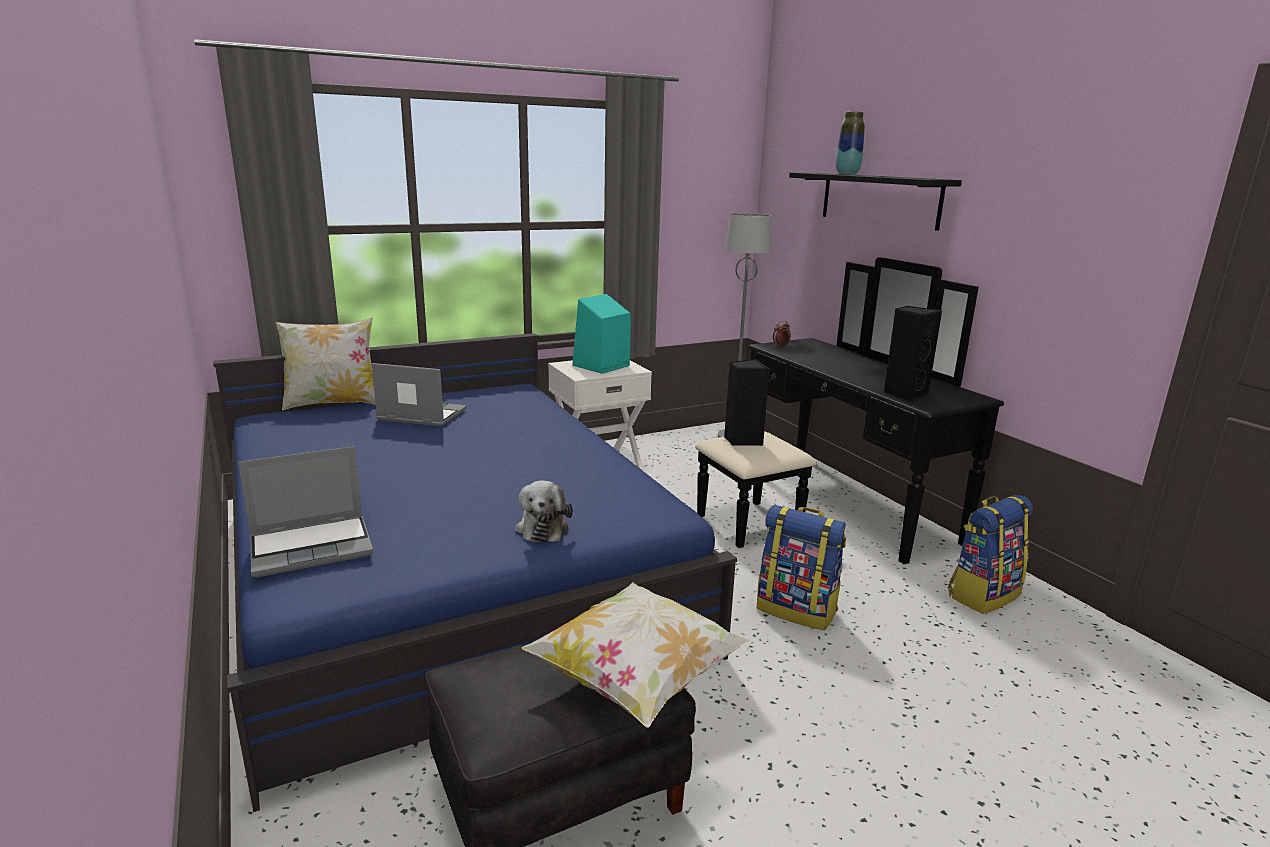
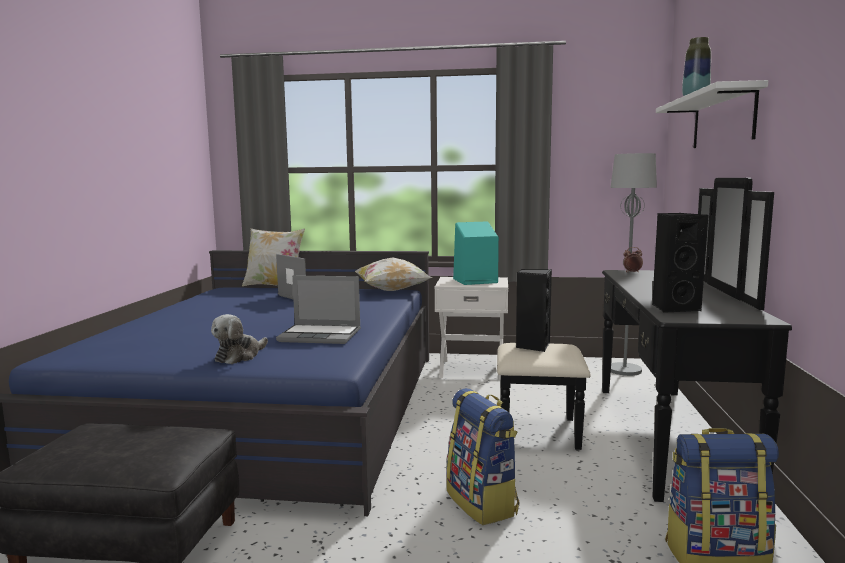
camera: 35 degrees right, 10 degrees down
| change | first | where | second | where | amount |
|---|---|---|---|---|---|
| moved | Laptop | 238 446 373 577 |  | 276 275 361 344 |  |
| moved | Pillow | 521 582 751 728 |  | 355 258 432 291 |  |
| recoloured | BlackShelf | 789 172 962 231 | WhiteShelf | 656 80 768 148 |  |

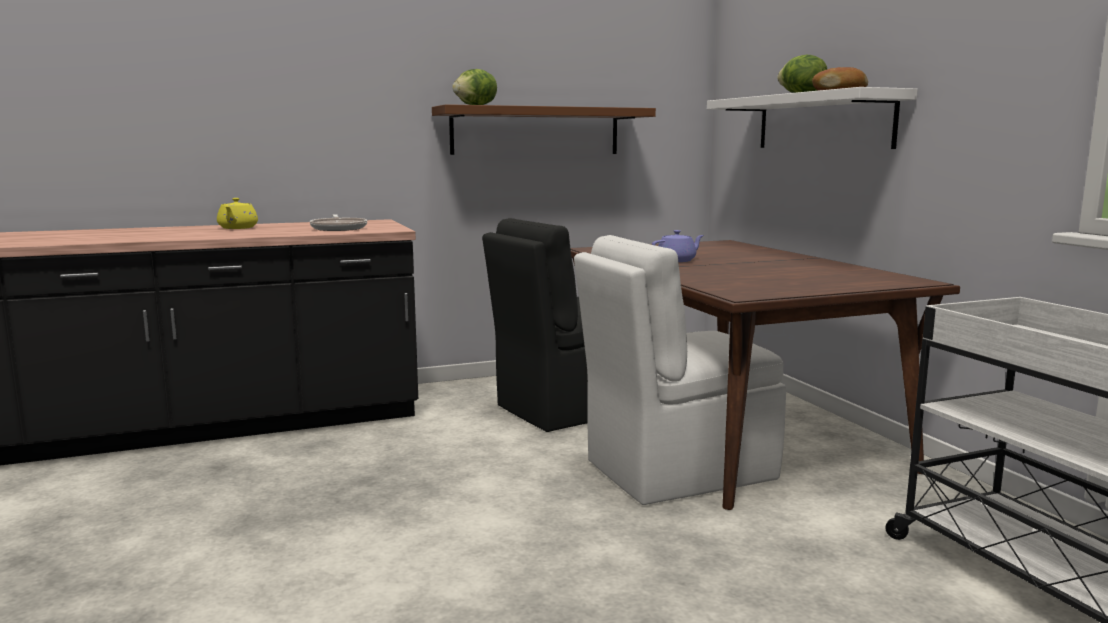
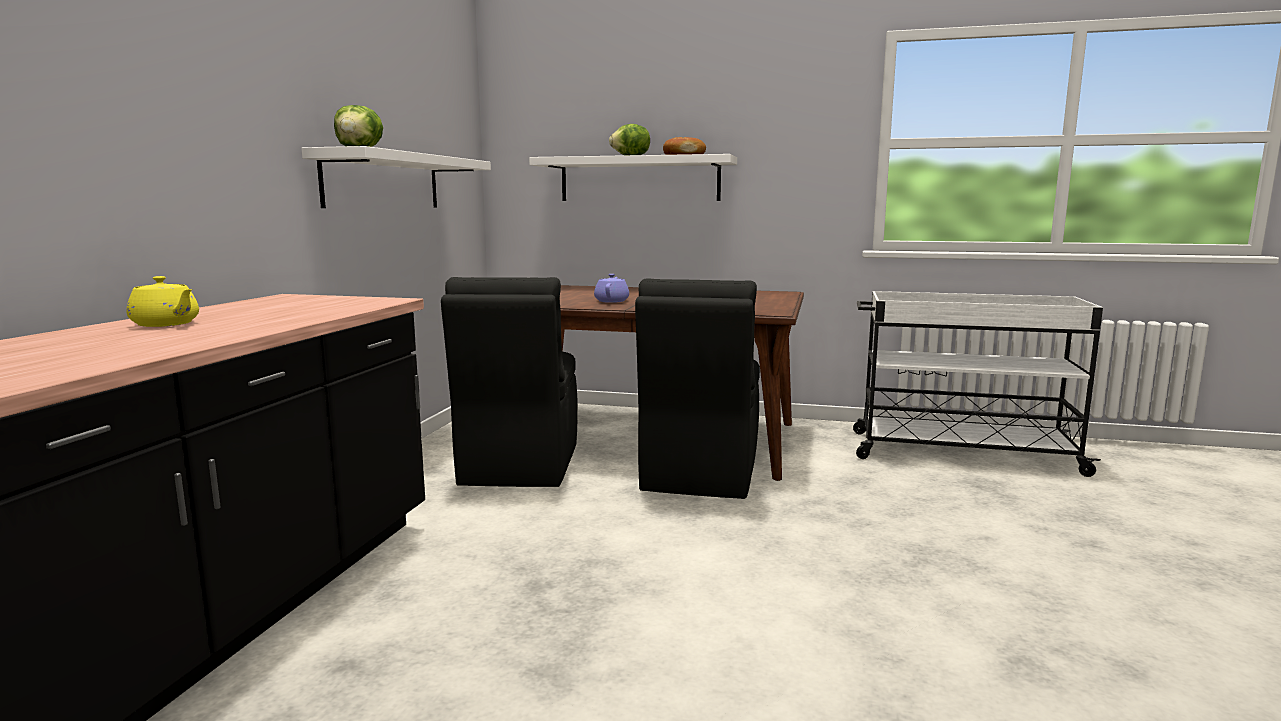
camera: 55 degrees left, 0 degrees up
| change | first | where | second | where | amount |
|---|---|---|---|---|---|
| removed | FryingPan | 310 214 367 231 |  |  |  |
| recoloured | BrownShelf | 432 104 656 155 | WhiteShelf | 301 146 491 208 |  |
| recoloured | WhiteChair | 574 235 786 505 | BlackChair | 635 278 760 499 |  |

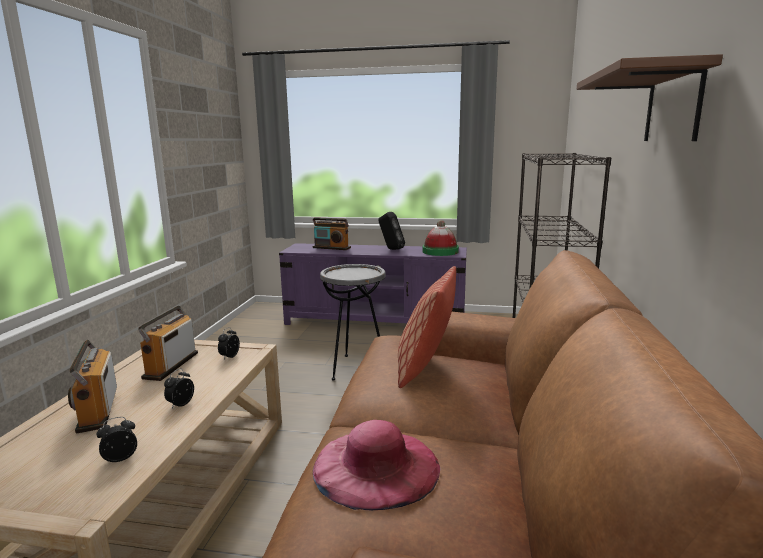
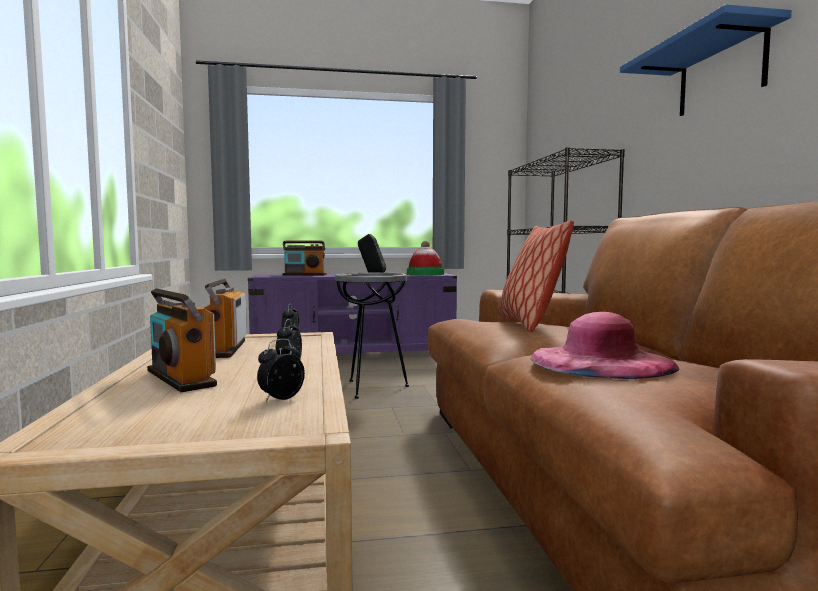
camera: 20 degrees left, 10 degrees down
| change | first | where | second | where | amount |
|---|---|---|---|---|---|
| recoloured | BrownShelf | 577 54 723 141 | BlueShelf | 620 4 792 116 |  |

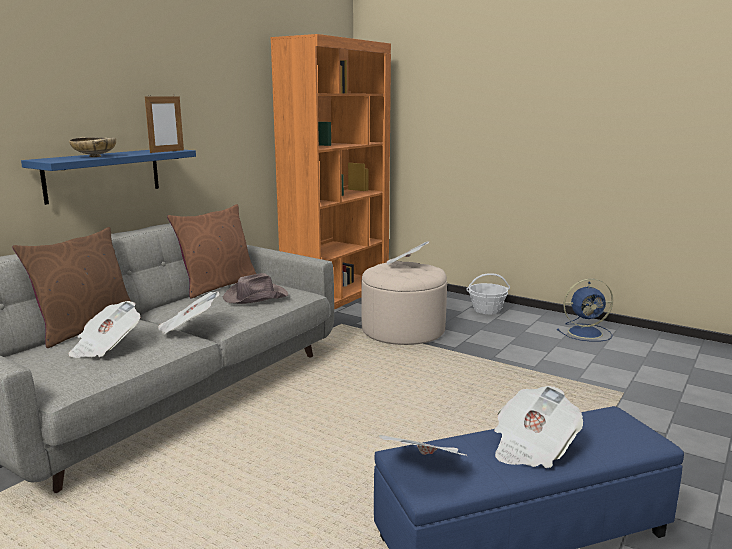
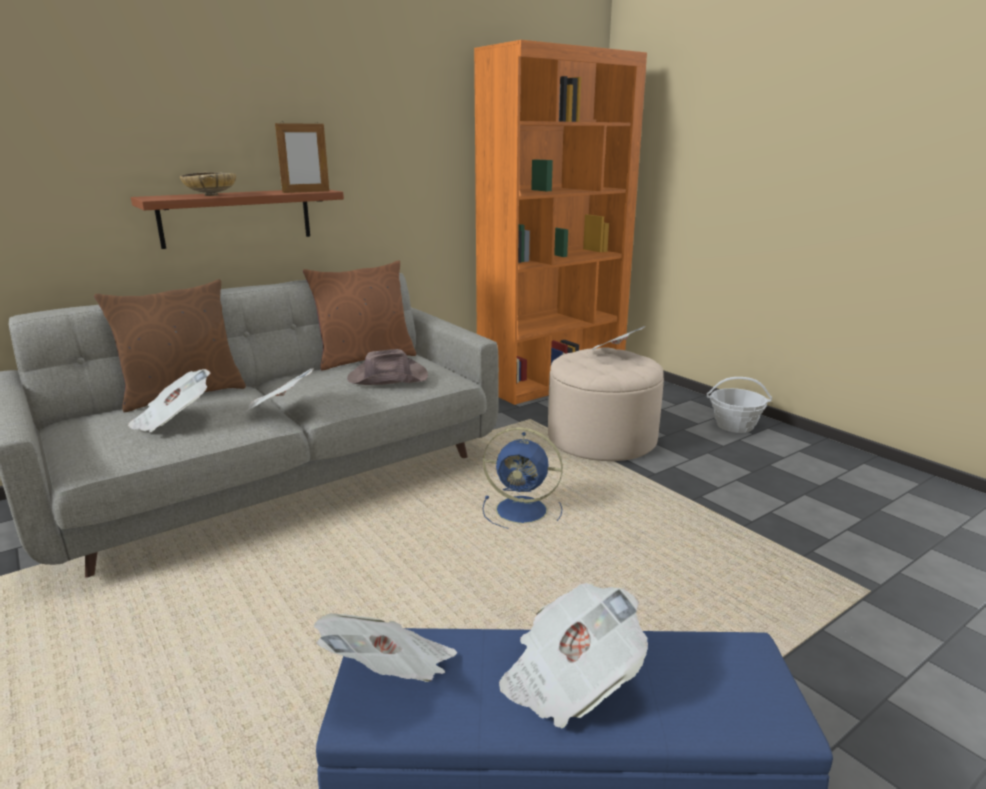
camera: 20 degrees right, 5 degrees up
| change | first | where | second | where | amount |
|---|---|---|---|---|---|
| moved | BlueFan | 557 278 613 342 |  | 482 427 563 529 |  |
| recoloured | BlueShelf | 21 150 196 205 | BrownShelf | 131 190 344 249 |  |

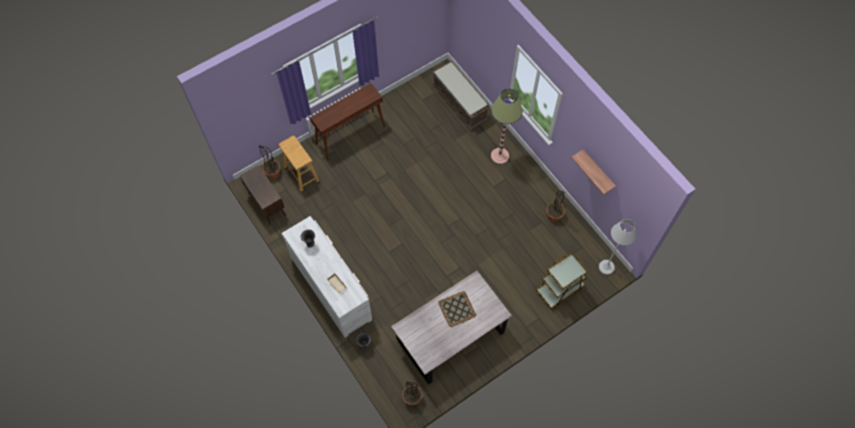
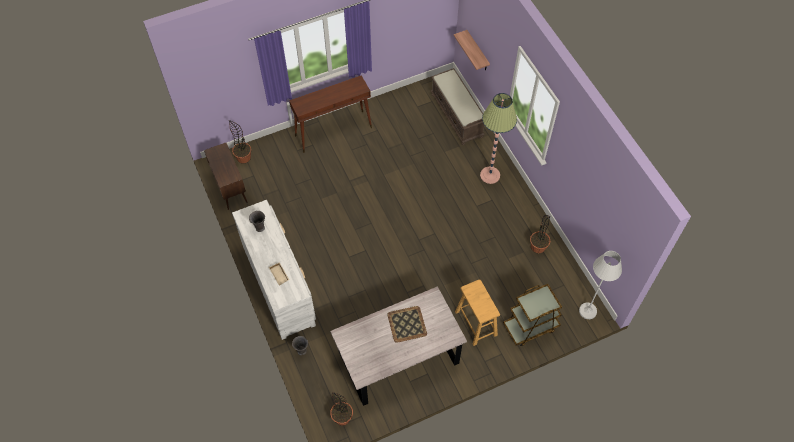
camera: 10 degrees right, 5 degrees down
| change | first | where | second | where | amount |
|---|---|---|---|---|---|
| moved | BeigeStool | 278 136 320 192 |  | 455 280 500 346 |  |
| moved | Shelf | 571 149 616 195 |  | 454 30 490 70 |  |

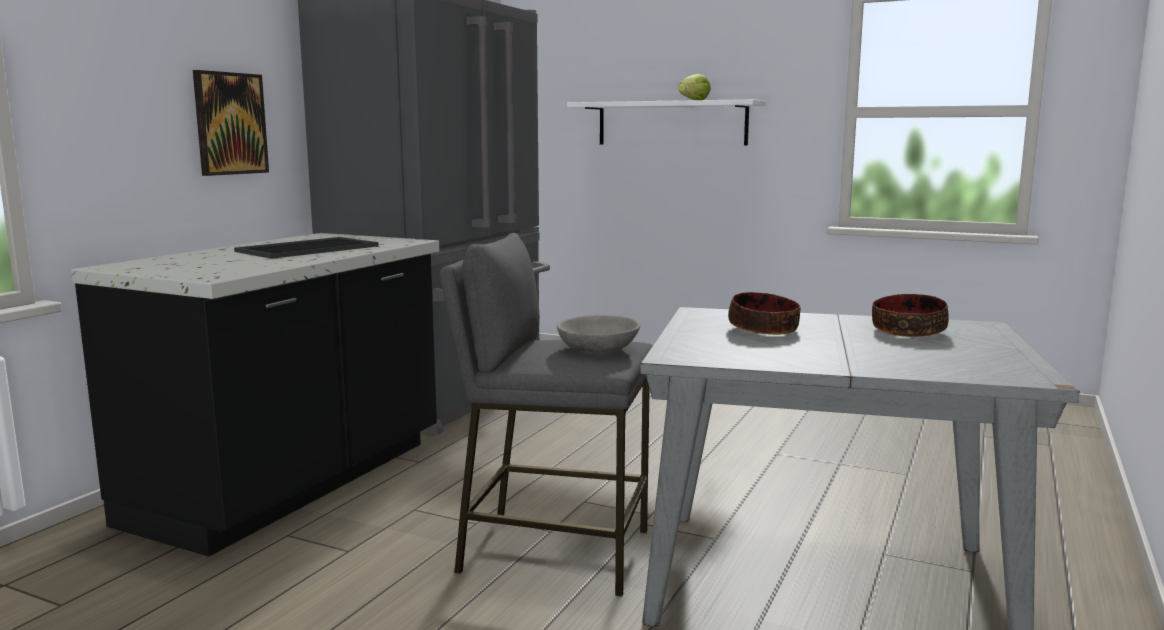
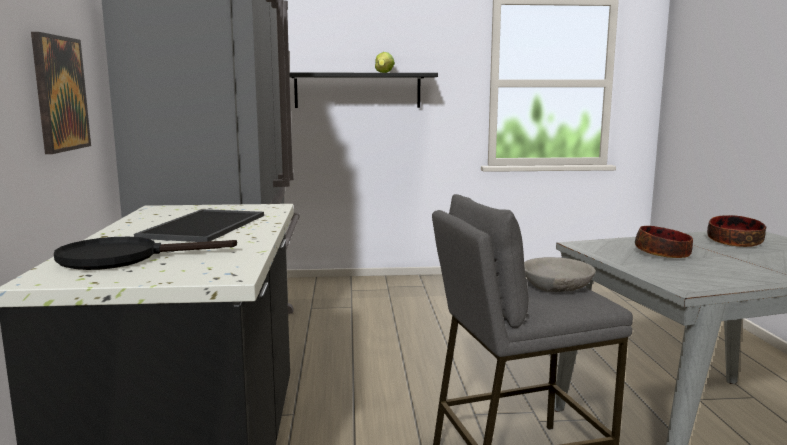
camera: 30 degrees left, 0 degrees up
| change | first | where | second | where | amount |
|---|---|---|---|---|---|
| added |  |  | BlackFryingPan | 54 237 237 270 |  |
| recoloured | WhiteShelf | 567 99 766 146 | BlackShelf | 289 72 438 108 |  |

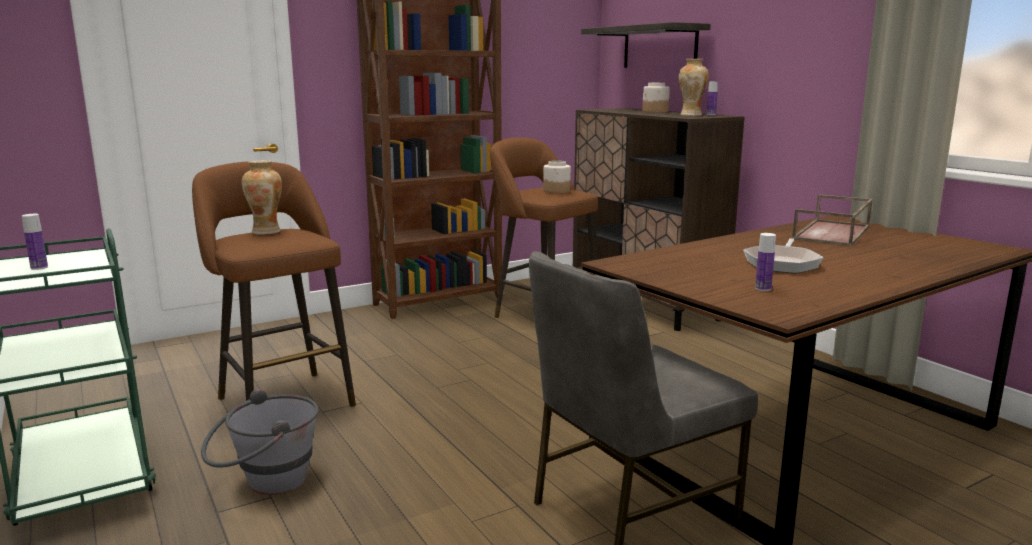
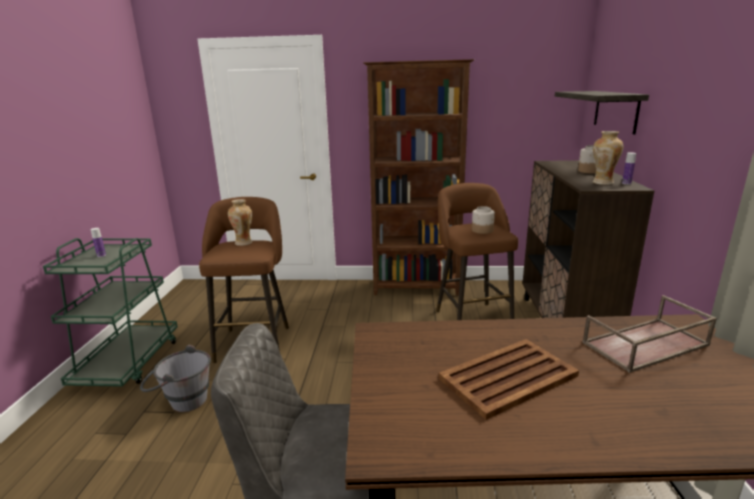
camera: 35 degrees right, 5 degrees up
| change | first | where | second | where | amount |
|---|---|---|---|---|---|
| removed | Bottle | 755 233 776 291 |  |  |  |
| replaced | FryingPan | 743 238 823 273 | BrownTray | 438 339 579 420 |  |

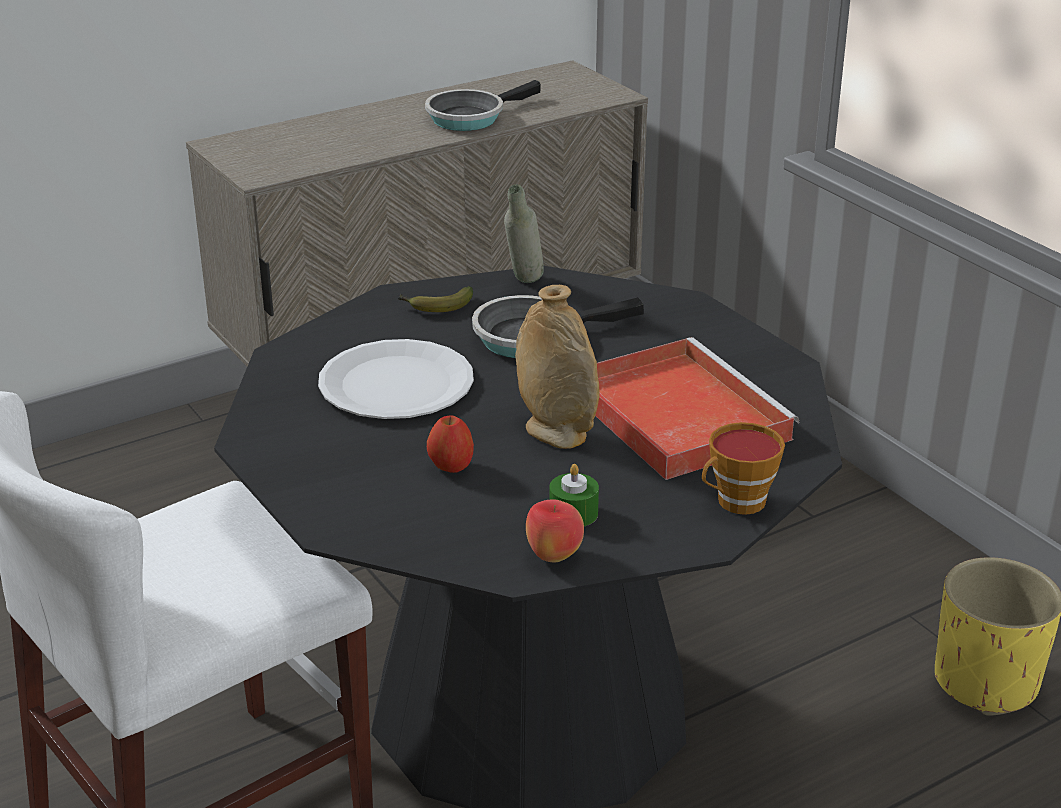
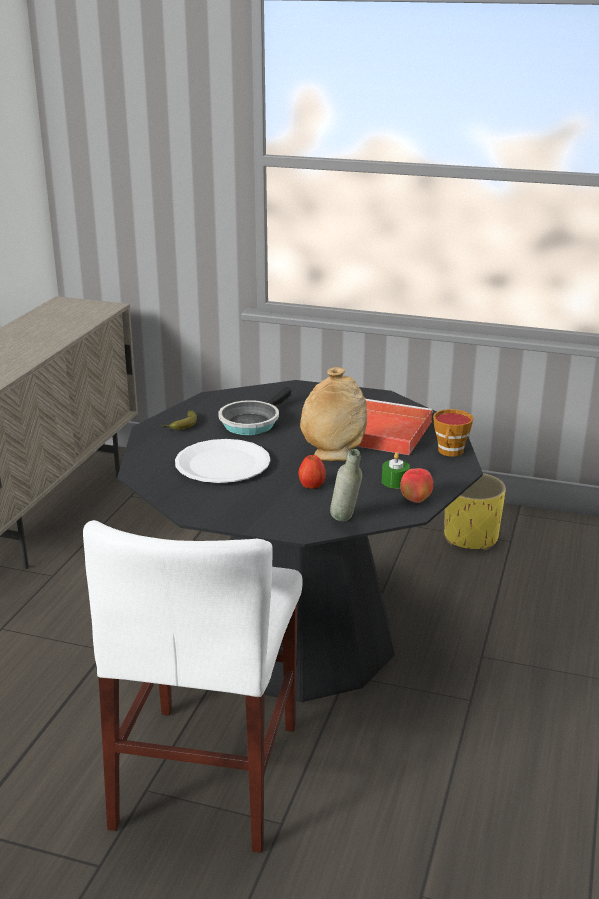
camera: 40 degrees left, 5 degrees down
| change | first | where | second | where | amount |
|---|---|---|---|---|---|
| removed | FryingPan | 425 80 541 131 |  |  |  |
| moved | GreyBottle | 504 184 544 283 |  | 330 449 362 521 |  |

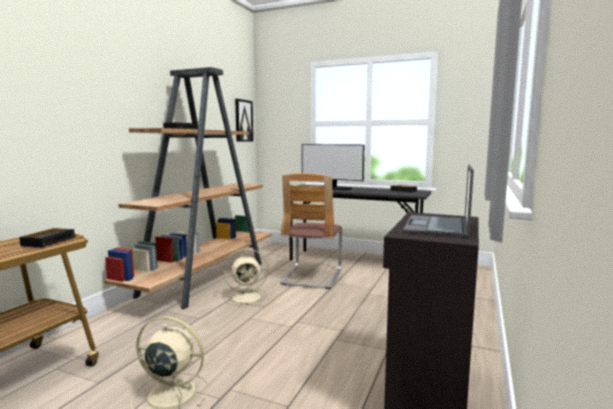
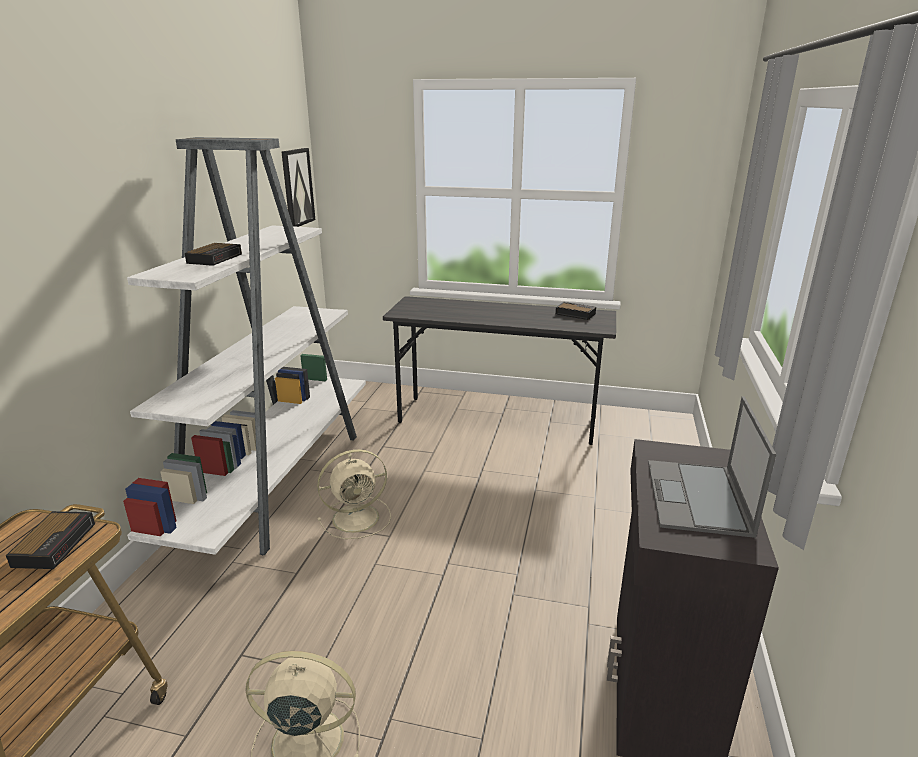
camera: 10 degrees left, 15 degrees up
| change | first | where | second | where | amount |
|---|---|---|---|---|---|
| removed | Chair | 280 173 342 289 |  |  |  |
| removed | Monitor | 302 144 364 191 |  |  |  |
| recoloured | BrownBookcase | 104 67 272 309 | WhiteBookcase | 123 137 366 555 |  |

